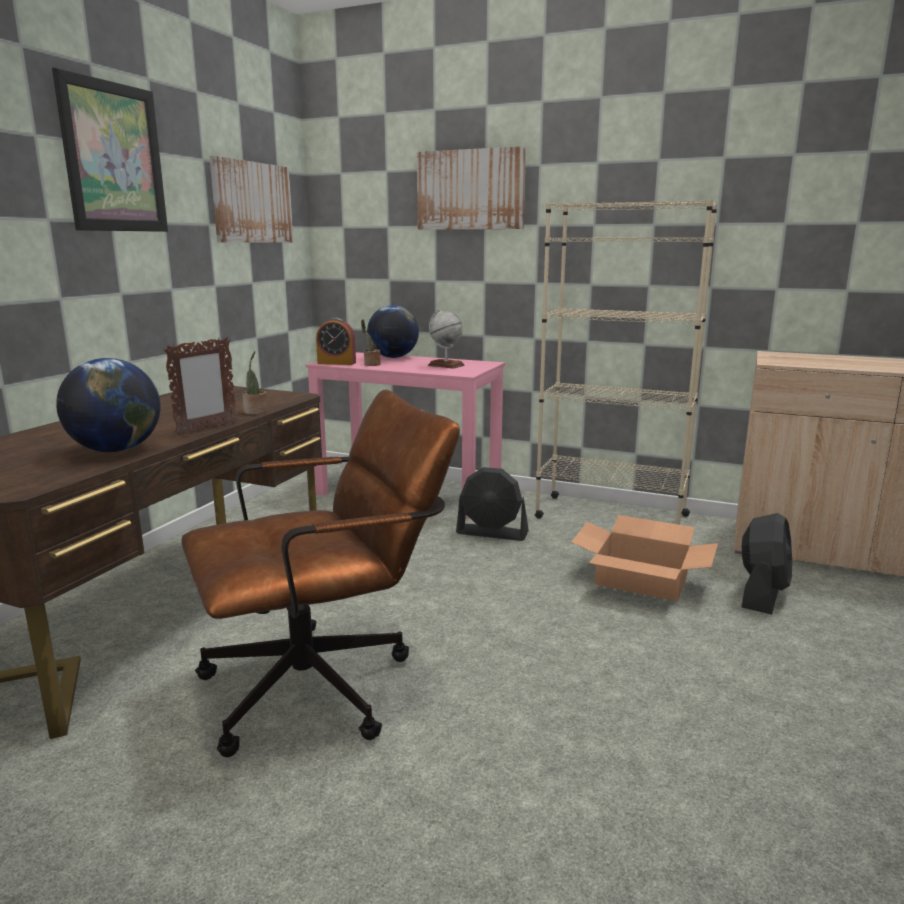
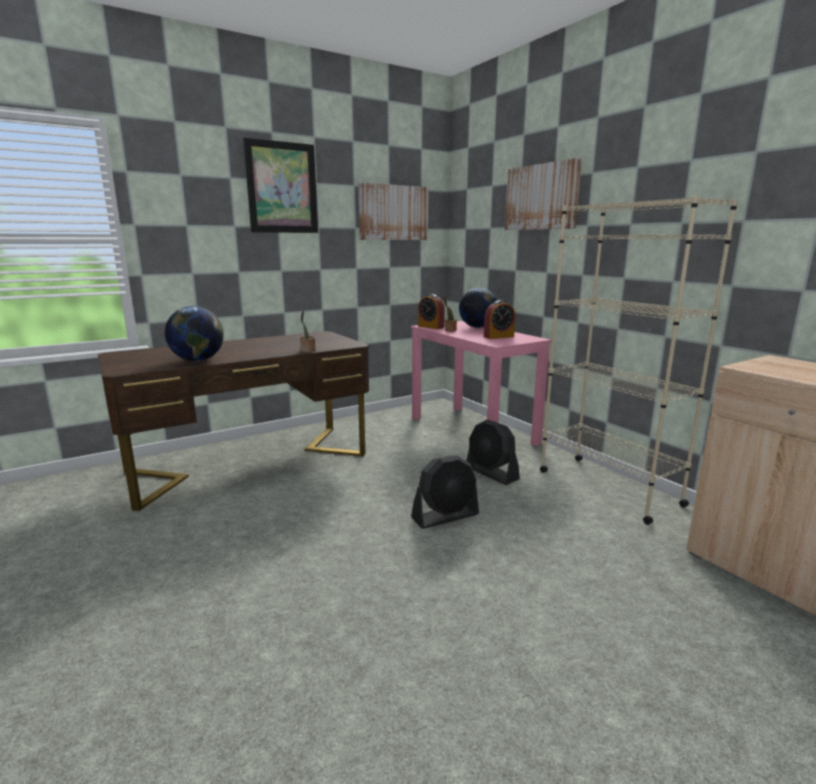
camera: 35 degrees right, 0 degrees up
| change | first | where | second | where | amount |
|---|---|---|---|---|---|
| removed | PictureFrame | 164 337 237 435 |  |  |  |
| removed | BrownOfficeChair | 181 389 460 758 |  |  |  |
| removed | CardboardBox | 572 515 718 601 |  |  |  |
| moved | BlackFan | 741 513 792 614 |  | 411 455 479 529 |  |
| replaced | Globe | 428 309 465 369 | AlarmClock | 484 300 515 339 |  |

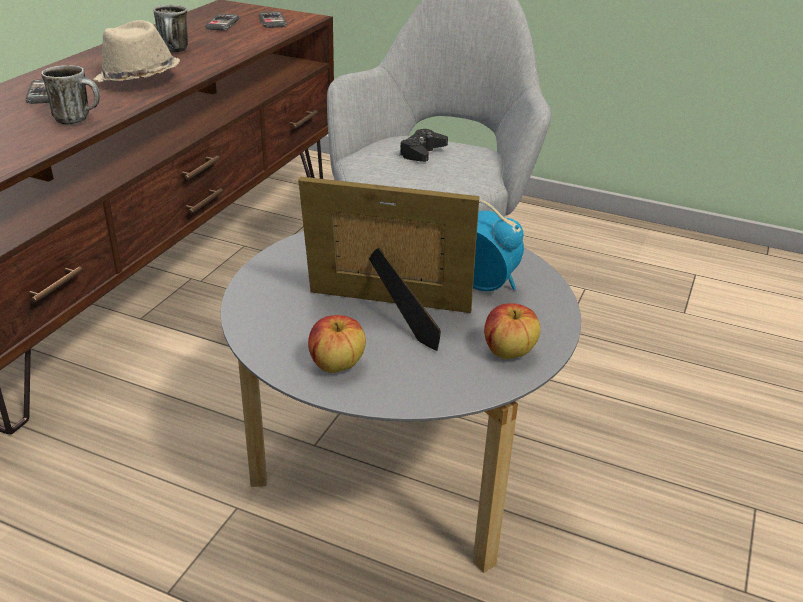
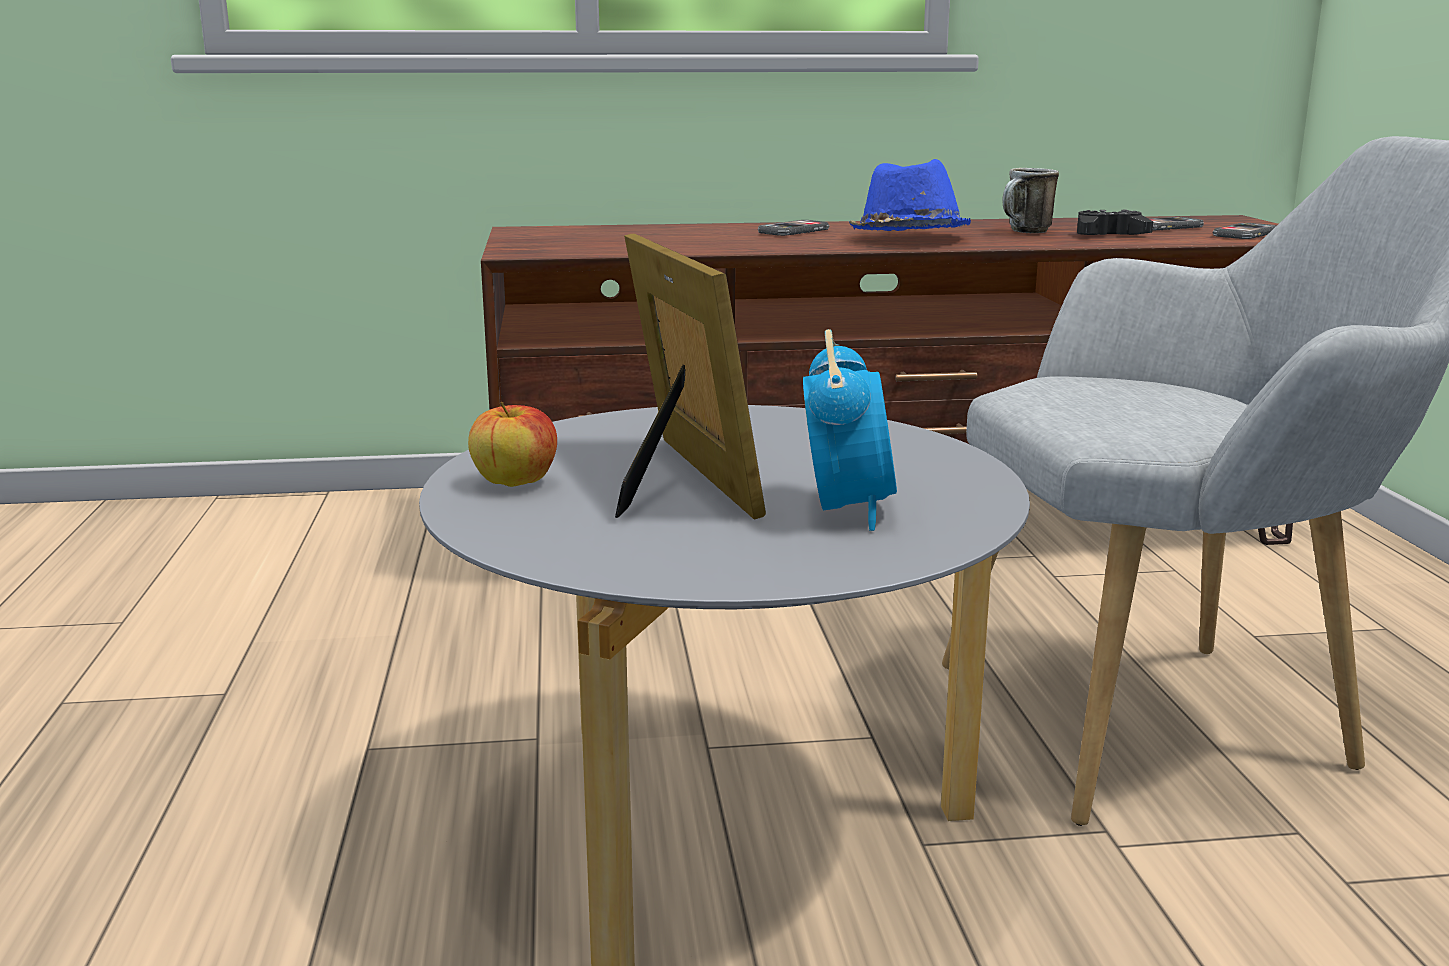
camera: 60 degrees right, 15 degrees down
| change | first | where | second | where | amount |
|---|---|---|---|---|---|
| removed | Mug | 41 65 100 125 |  |  |  |
| removed | Apple | 484 303 541 359 |  |  |  |
| moved | BlackGameController | 399 129 448 162 |  | 1077 210 1153 235 |  |
| recoloured | BeigeHat | 93 20 180 83 | BlueHat | 849 159 971 231 |  |

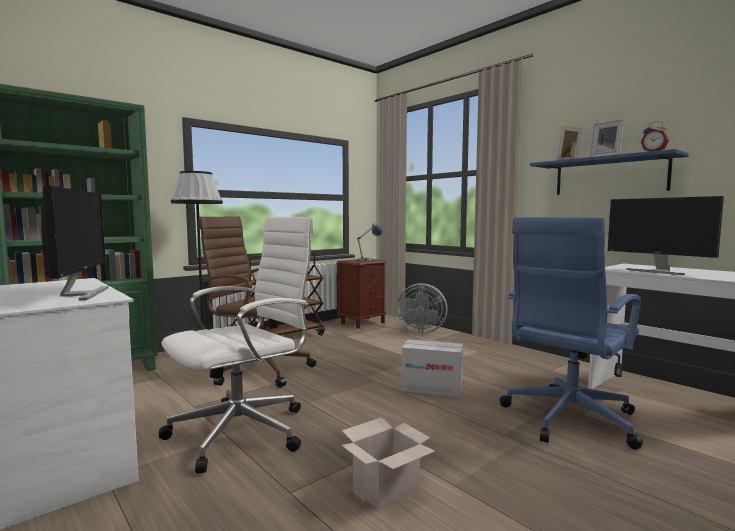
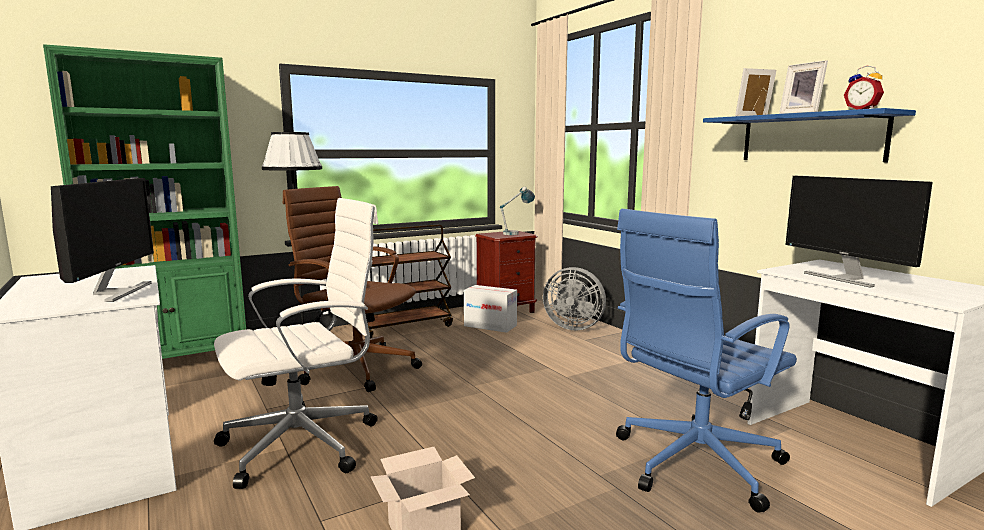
camera: 10 degrees right, 5 degrees up
| change | first | where | second | where | amount |
|---|---|---|---|---|---|
| moved | CardboardBox | 402 340 463 398 |  | 464 285 517 333 |  |

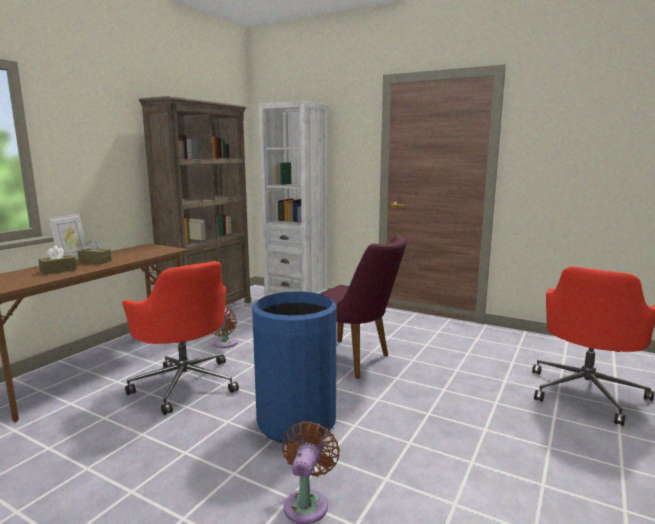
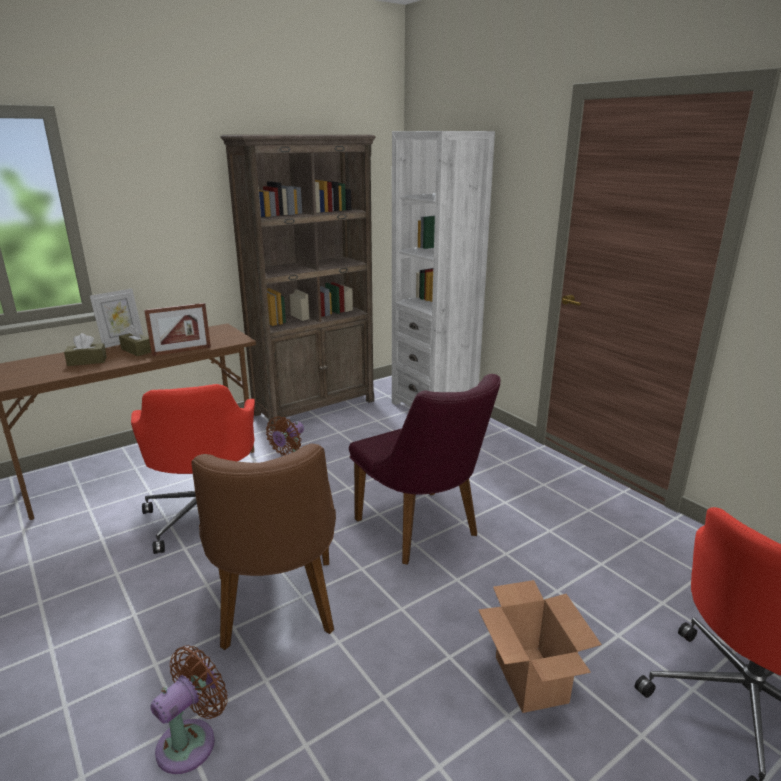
camera: 25 degrees right, 10 degrees up
| change | first | where | second | where | amount |
|---|---|---|---|---|---|
| added |  |  | PictureFrame | 144 303 211 356 |  |
| added |  |  | CardboardBox | 478 580 602 713 |  |
| replaced | BlueTrashCan | 252 291 337 444 | BrownChair | 191 444 336 650 |  |

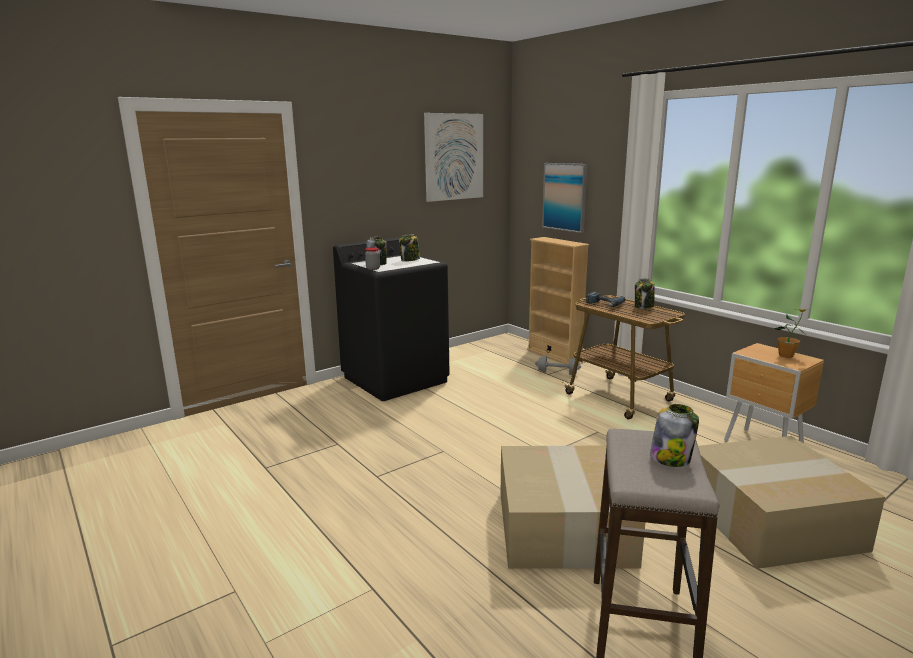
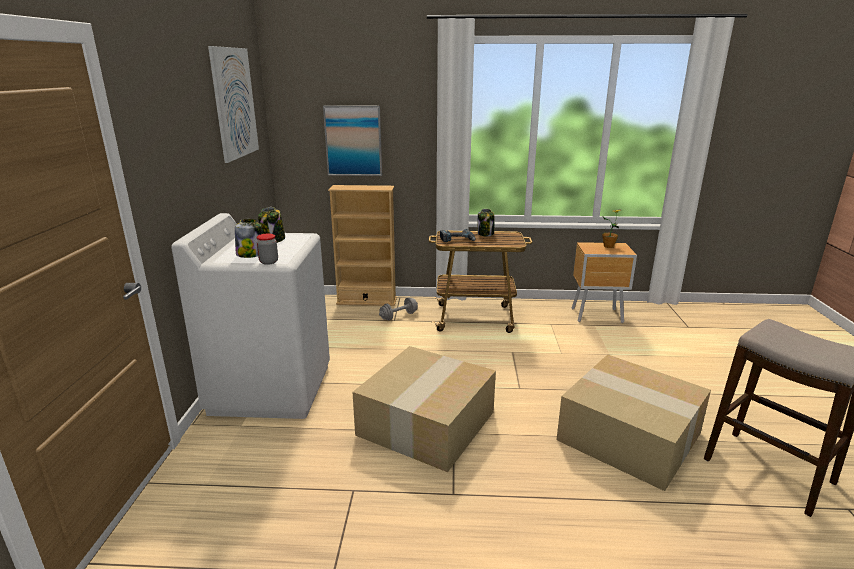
camera: 50 degrees left, 5 degrees up
| change | first | where | second | where | amount |
|---|---|---|---|---|---|
| removed | Jar | 650 404 699 467 |  |  |  |
| moved | CardboardBox | 698 436 885 569 |  | 352 346 496 472 |  |
| recoloured | BlackWashingMachine | 333 237 450 401 | WhiteWashingMachine | 171 213 330 419 |  |

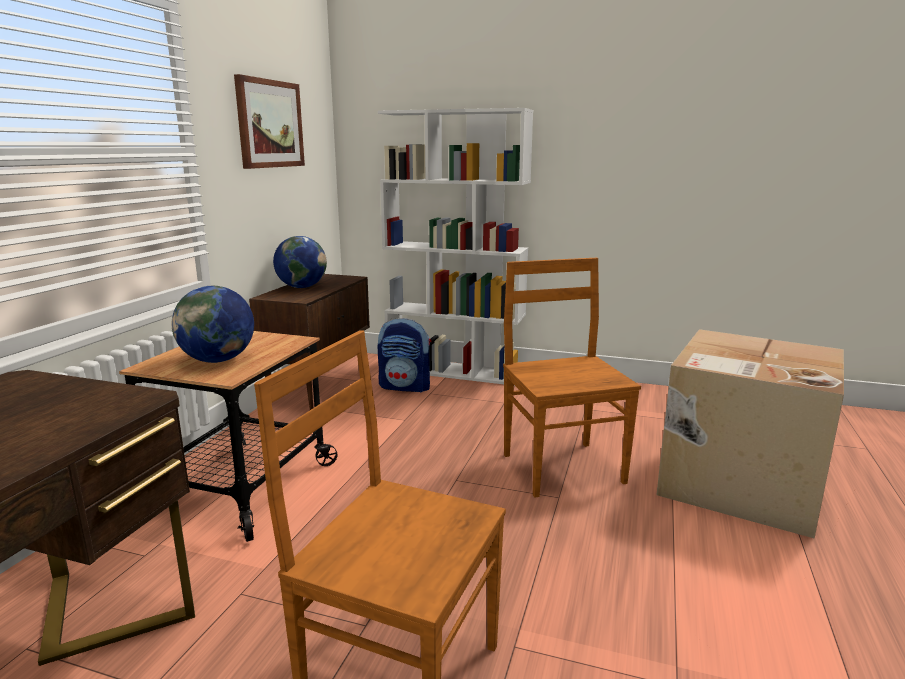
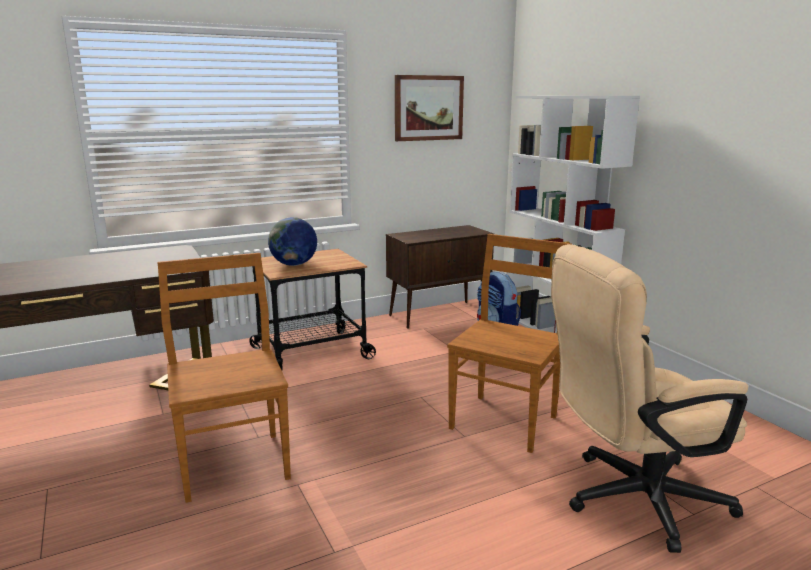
camera: 45 degrees right, 0 degrees up
| change | first | where | second | where | amount |
|---|---|---|---|---|---|
| removed | Globe | 273 236 327 288 |  |  |  |
| replaced | CardboardBox | 656 329 844 539 | BeigeOfficeChair | 551 244 748 553 |  |

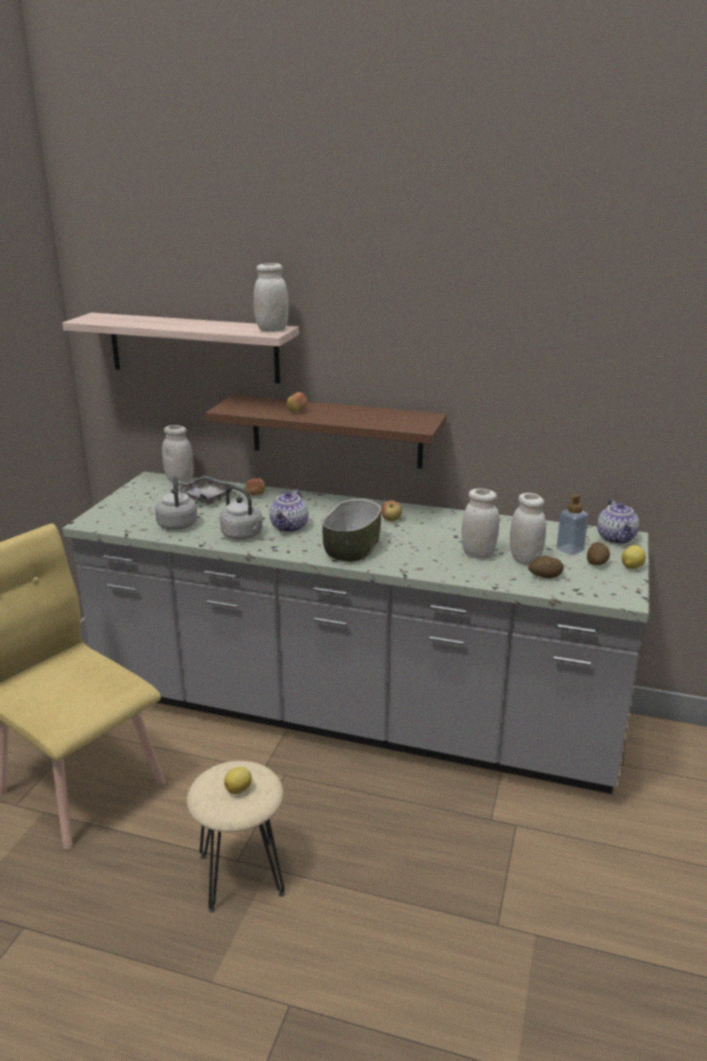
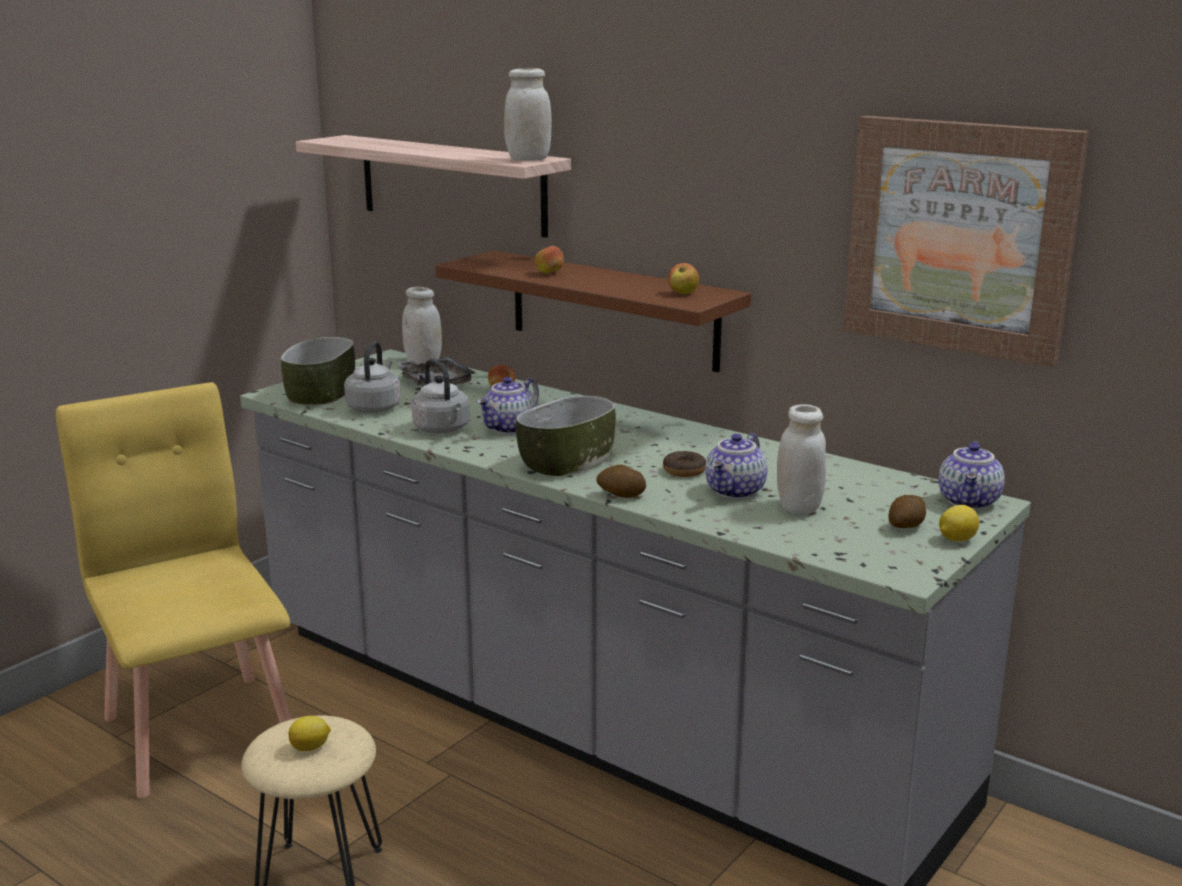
camera: 20 degrees right, 5 degrees down
| change | first | where | second | where | amount |
|---|---|---|---|---|---|
| removed | SoapDispenser | 556 494 589 555 |  |  |  |
| added |  |  | Bowl | 281 337 355 405 |  |
| added |  |  | Donut | 663 451 706 477 |  |
| added |  |  | Picture | 843 116 1090 367 |  |
| moved | Apple | 381 500 402 521 |  | 668 263 699 294 |  |
| moved | Potato | 528 556 564 578 |  | 596 464 646 498 |  |
| replaced | WhiteJar | 462 488 499 559 | Teapot | 705 433 768 499 |  |

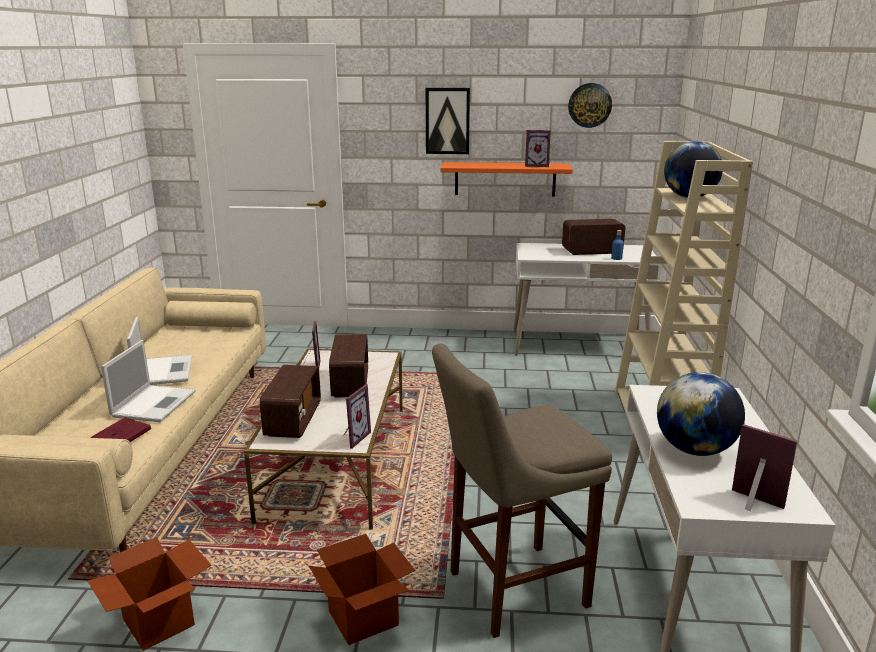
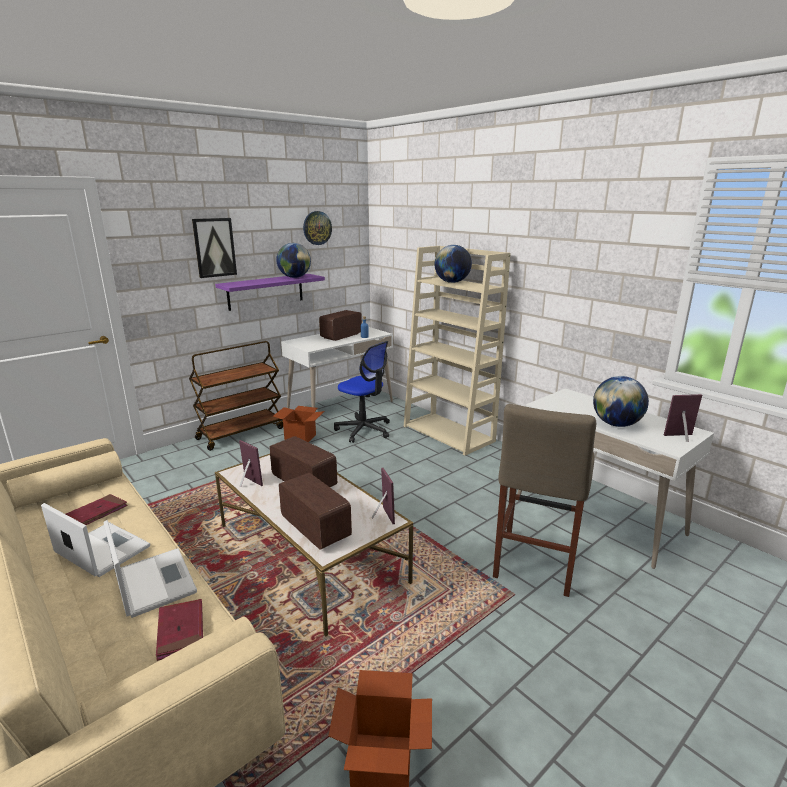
camera: 45 degrees left, 0 degrees up
| change | first | where | second | where | amount |
|---|---|---|---|---|---|
| added |  |  | RedBook | 66 494 128 525 |  |
| added |  |  | BrownCart | 189 341 283 451 |  |
| added |  |  | OfficeChair | 334 341 390 443 |  |
| moved | CardboardBox | 309 534 415 645 |  | 272 406 325 442 |  |
| replaced | PictureFrame | 525 130 551 167 | Globe | 276 243 311 278 |  |
| recoloured | OrangeShelf | 441 162 573 196 | PurpleShelf | 215 274 325 311 |  |

